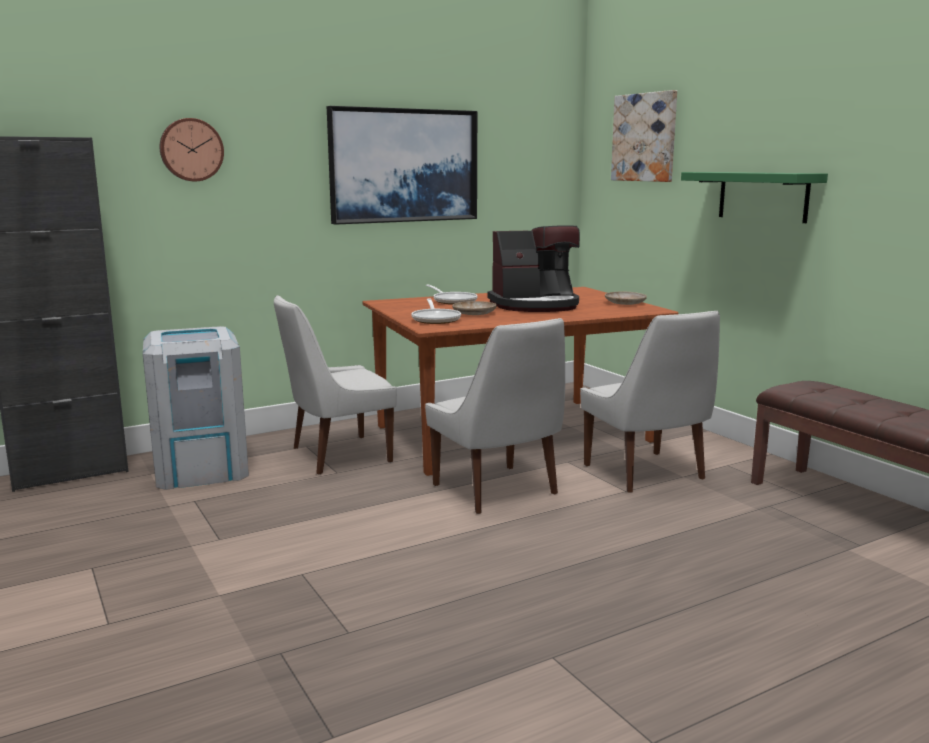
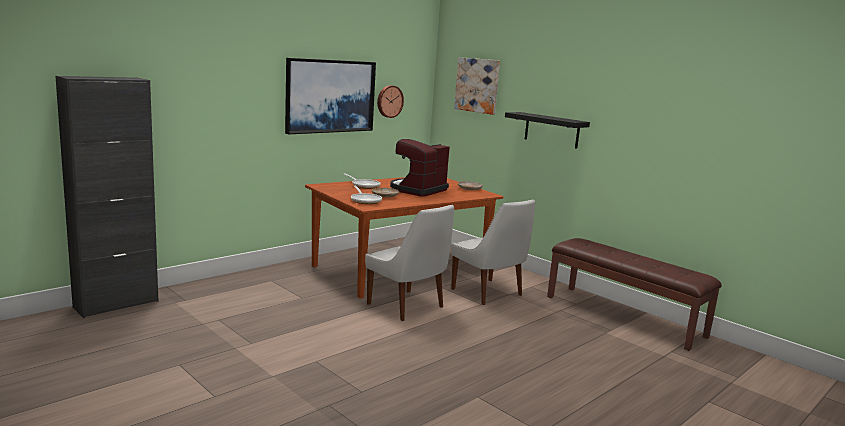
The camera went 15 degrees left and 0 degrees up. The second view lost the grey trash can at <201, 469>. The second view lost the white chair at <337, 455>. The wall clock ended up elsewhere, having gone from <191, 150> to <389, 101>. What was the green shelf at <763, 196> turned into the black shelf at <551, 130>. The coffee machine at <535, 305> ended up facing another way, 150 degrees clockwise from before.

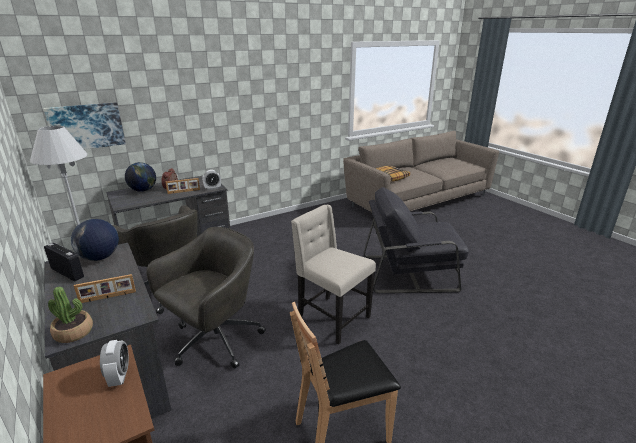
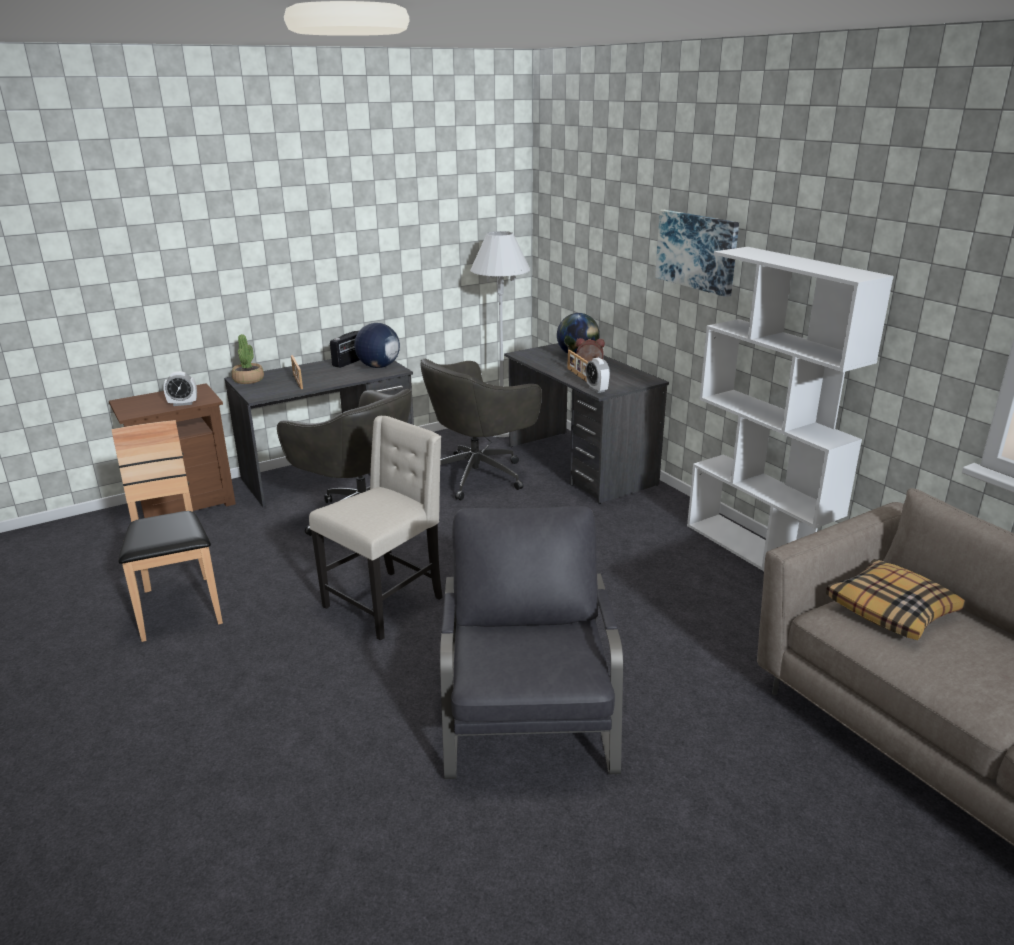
The camera went 90 degrees right and 0 degrees up. The second view gained the white bookcase at <757, 552>. The picture ended up elsewhere, having gone from <86, 126> to <697, 251>.

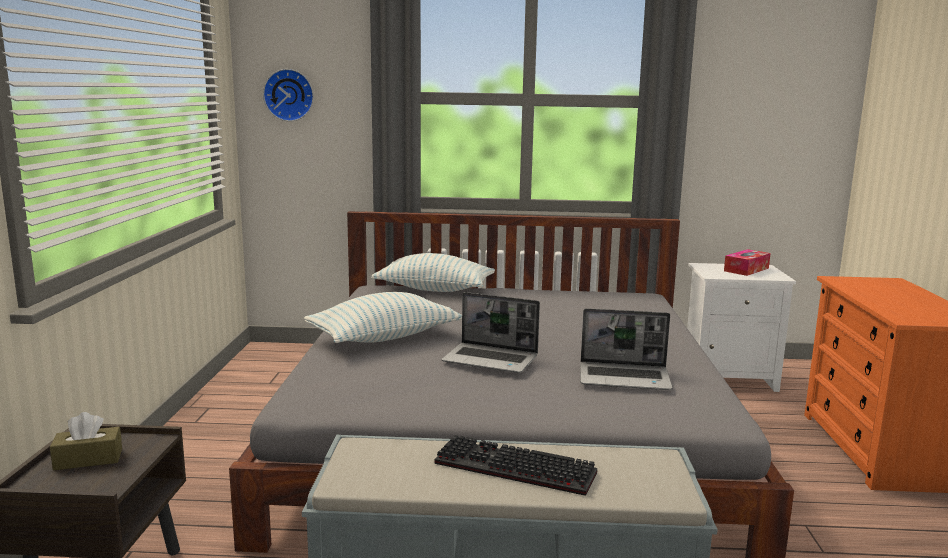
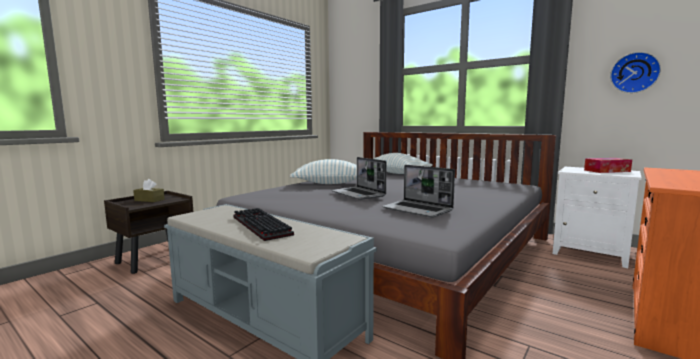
The camera went 35 degrees right and 5 degrees down. The wall clock ended up elsewhere, having gone from <289, 95> to <634, 73>.

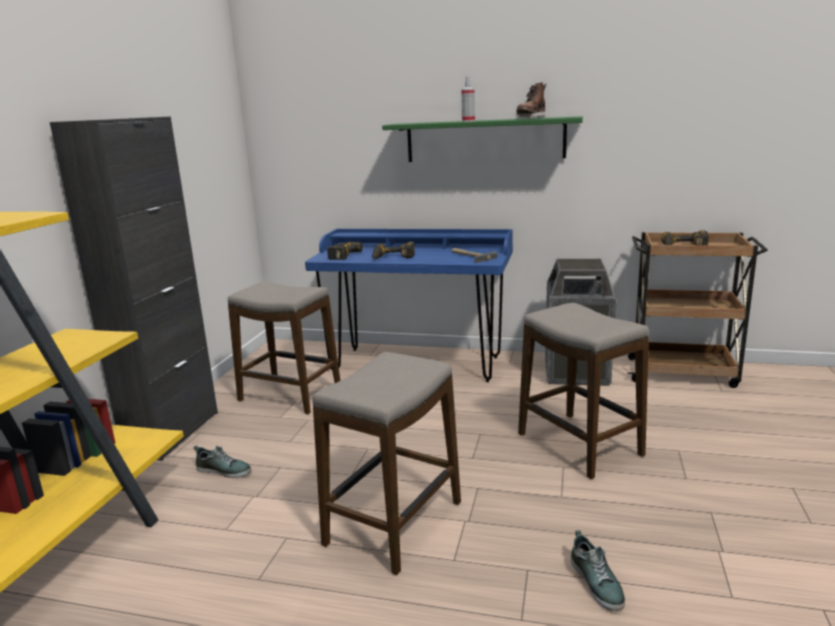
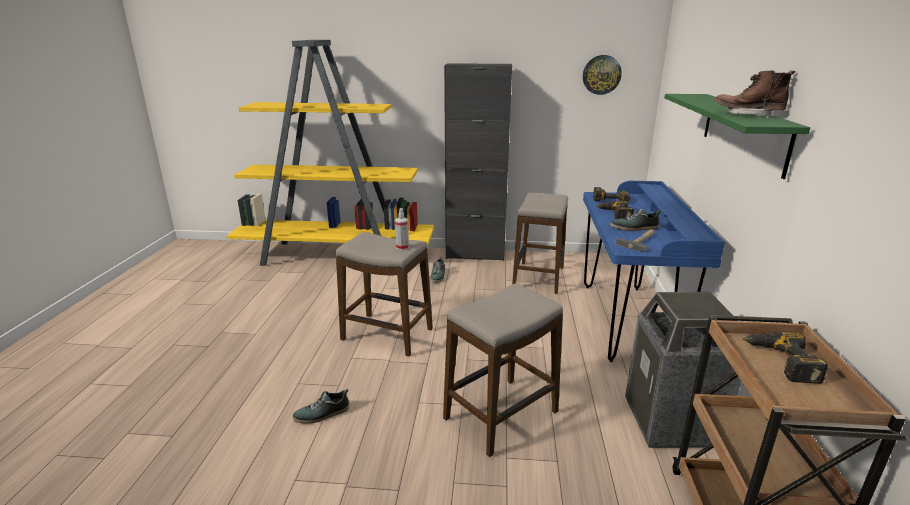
The camera went 80 degrees right and 5 degrees up. The second view gained the wall clock at <601, 75>. The second view gained the shoe at <634, 228>. The spray bottle ended up elsewhere, having gone from <468, 121> to <402, 247>.

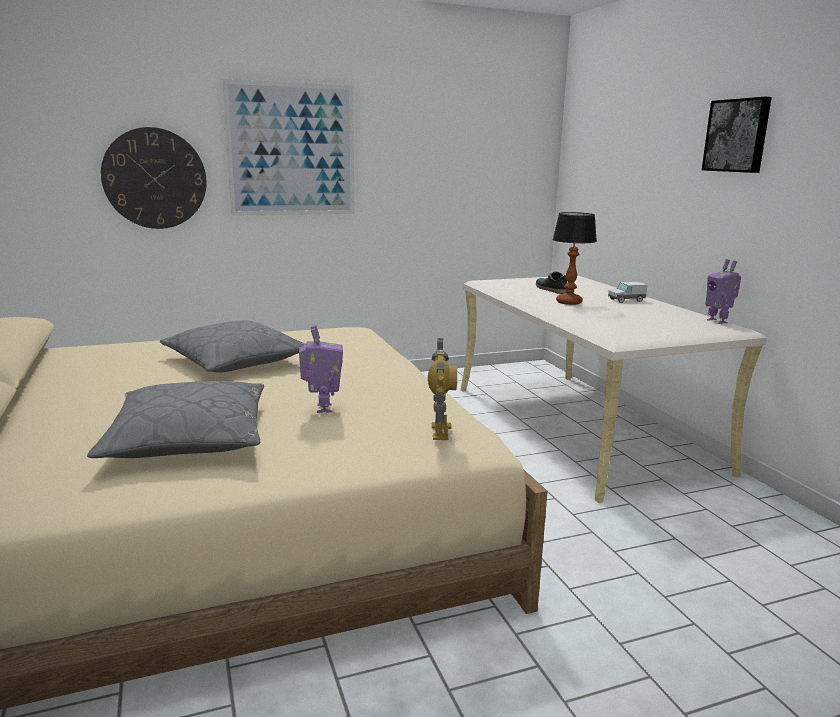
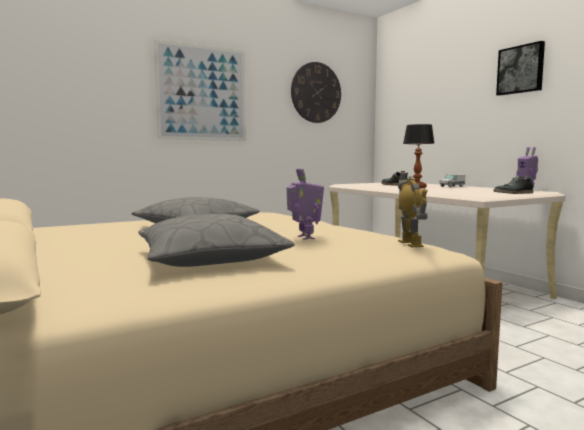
The camera went 10 degrees left and 10 degrees down. The second view gained the shoe at <514, 193>. The wall clock ended up elsewhere, having gone from <155, 178> to <316, 92>.

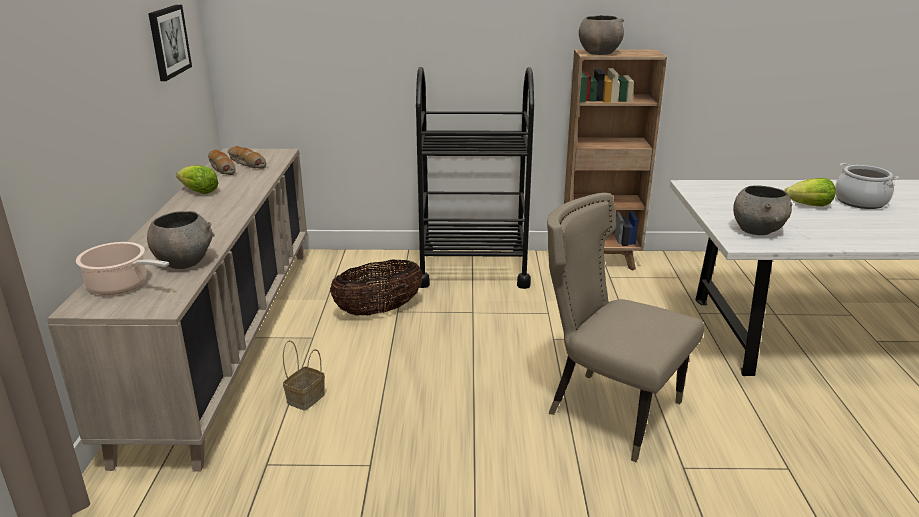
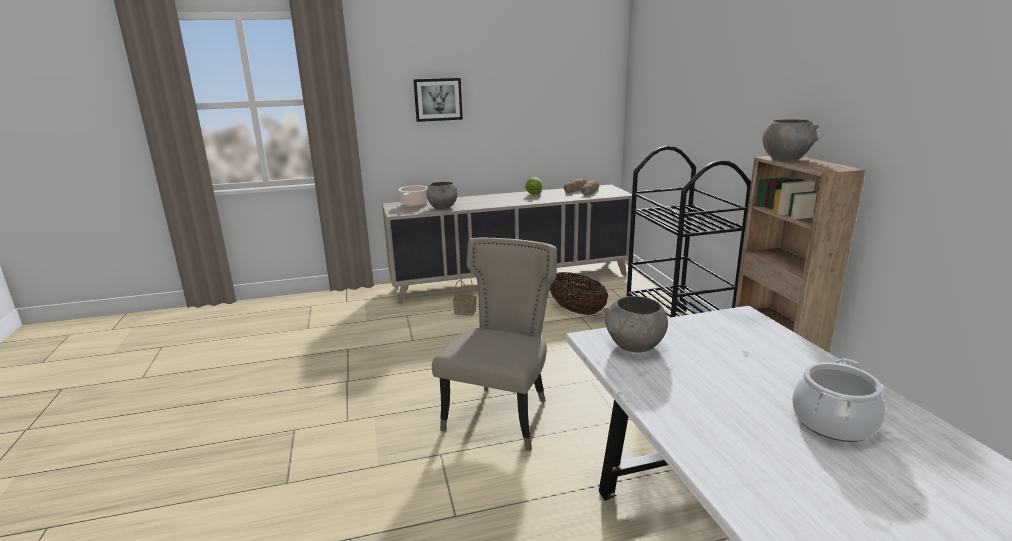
The camera went 75 degrees right and 5 degrees down. The second view lost the lettuce at <809, 206>. The picture ended up elsewhere, having gone from <168, 41> to <438, 99>.

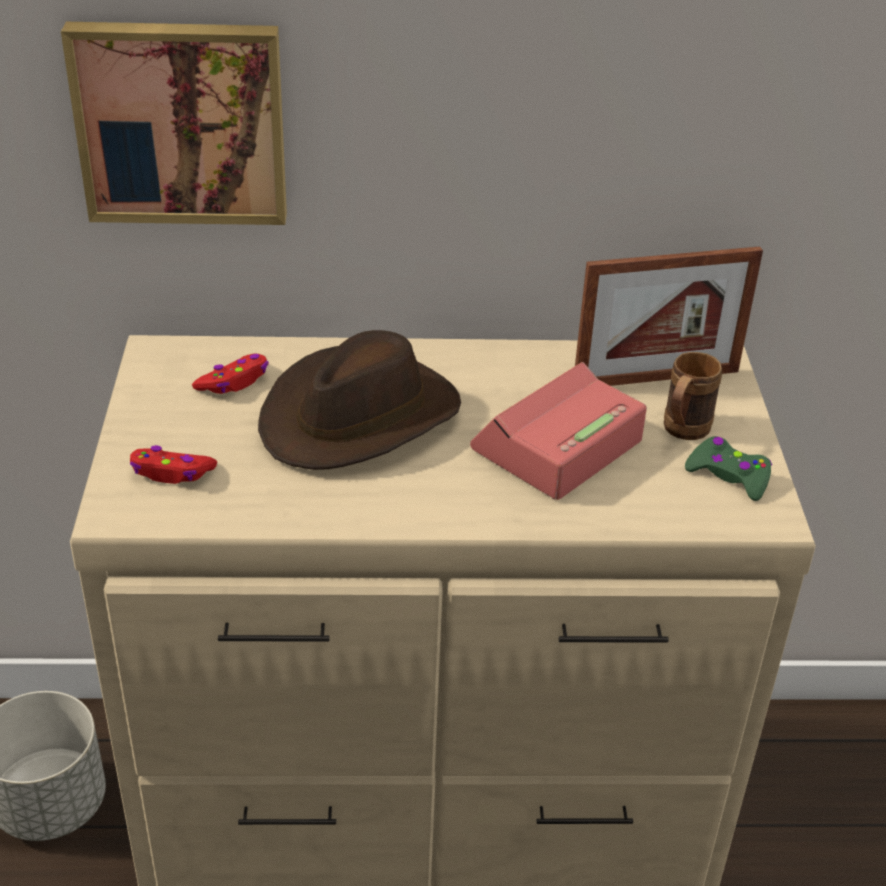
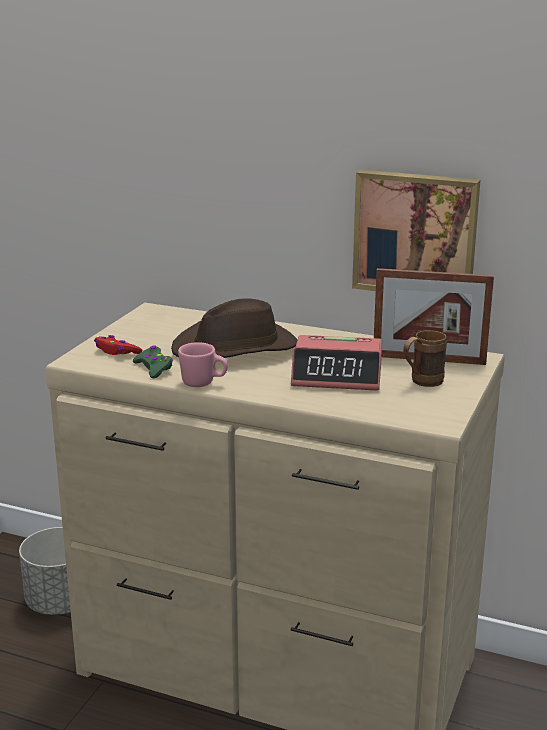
The camera went 25 degrees right and 15 degrees down. The second view lost the red game controller at <234, 382>. The second view gained the pink mug at <203, 383>. The picture ended up elsewhere, having gone from <181, 122> to <415, 234>. The green game controller ended up elsewhere, having gone from <729, 476> to <154, 368>. The alarm clock at <556, 446> ended up facing another way, 150 degrees counterclockwise from before.

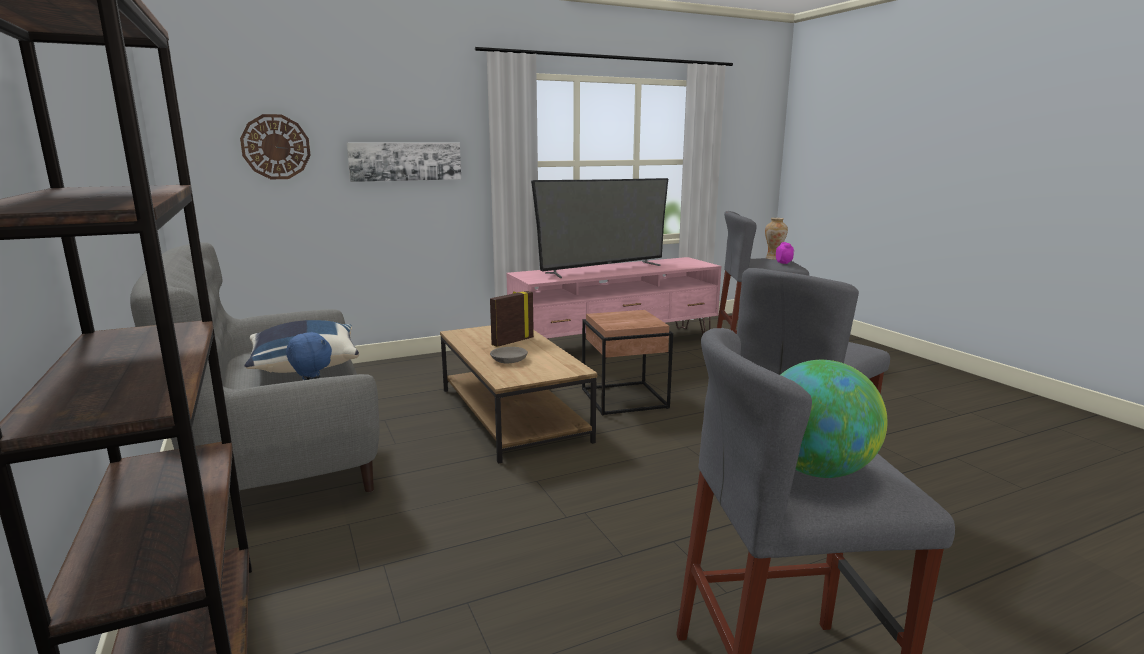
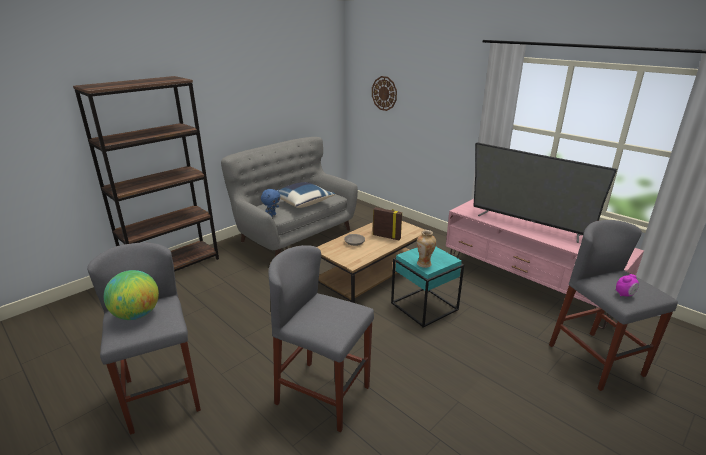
The camera went 70 degrees right and 10 degrees up. The second view lost the picture at <405, 161>. The vase ended up elsewhere, having gone from <773, 258> to <424, 264>. What was the brown side table at <624, 398> turned into the turquoise side table at <425, 307>.

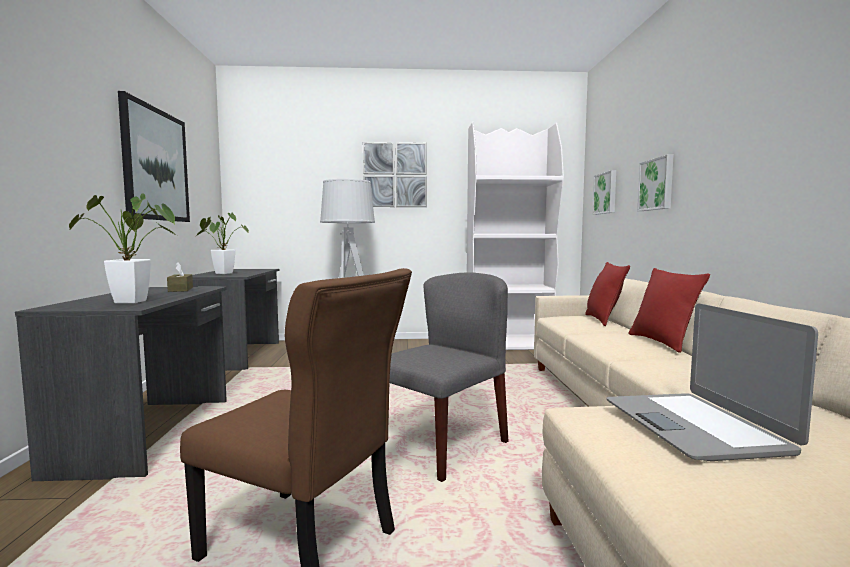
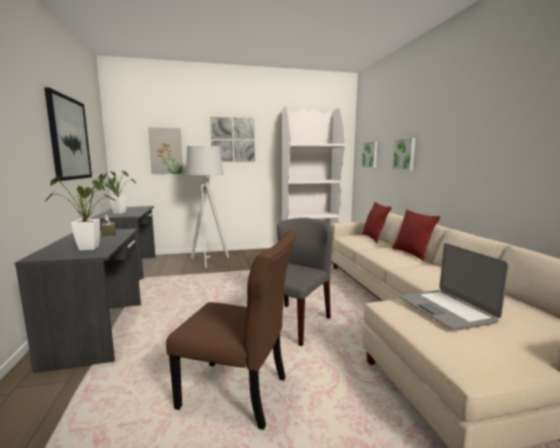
The camera went 10 degrees left and 5 degrees up. The second view gained the picture at <166, 151>.

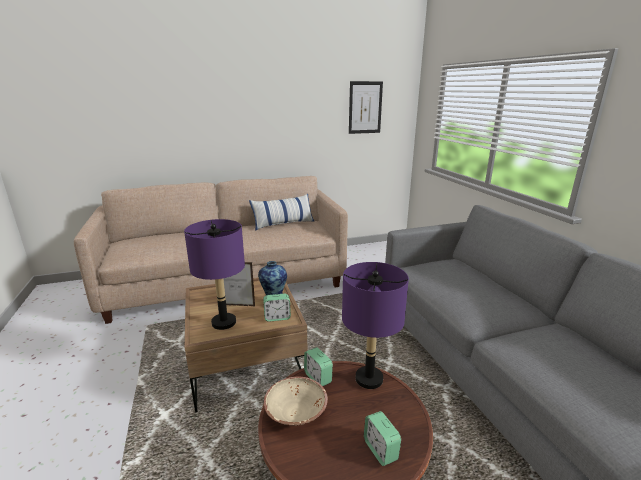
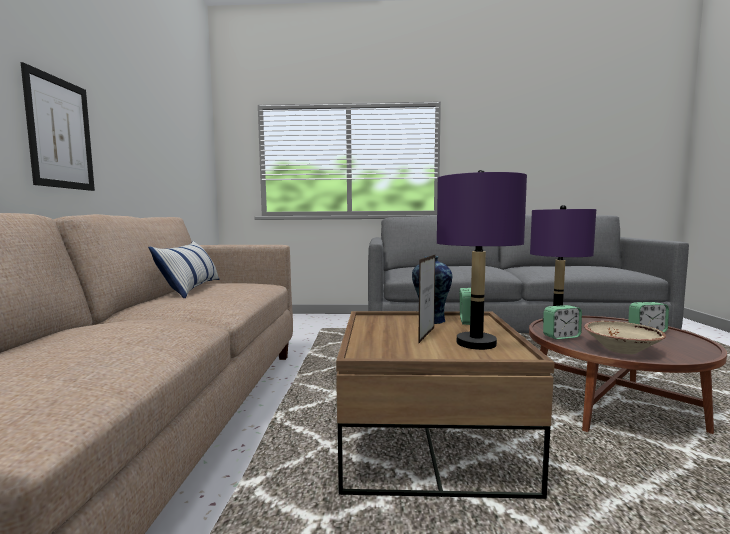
The camera went 70 degrees left and 15 degrees down. The picture ended up elsewhere, having gone from <365, 107> to <60, 133>.

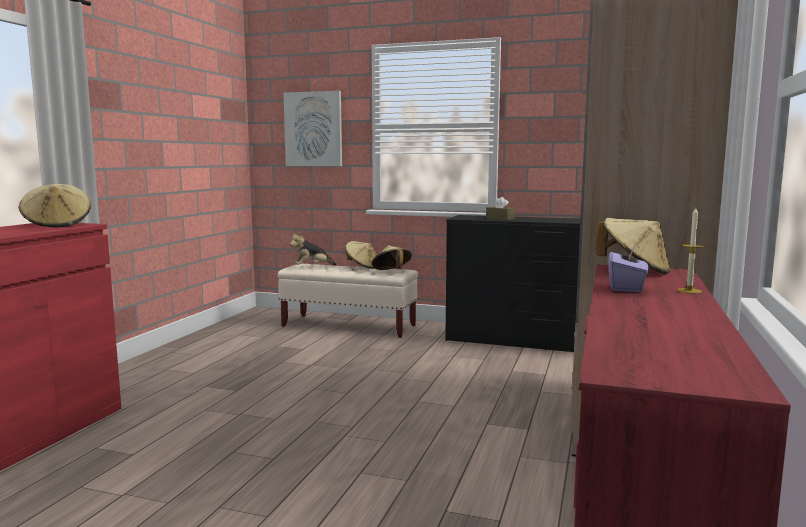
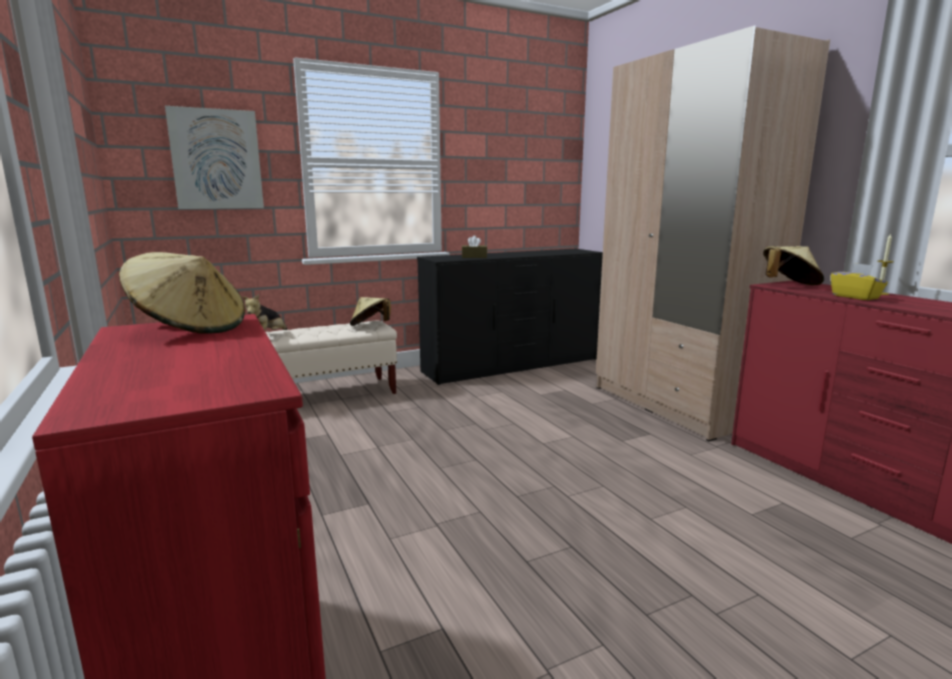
The camera went 45 degrees left and 5 degrees up. The second view lost the beige hat at <362, 267>. What was the purple tissue box at <626, 287> turned into the yellow tissue box at <855, 297>.

